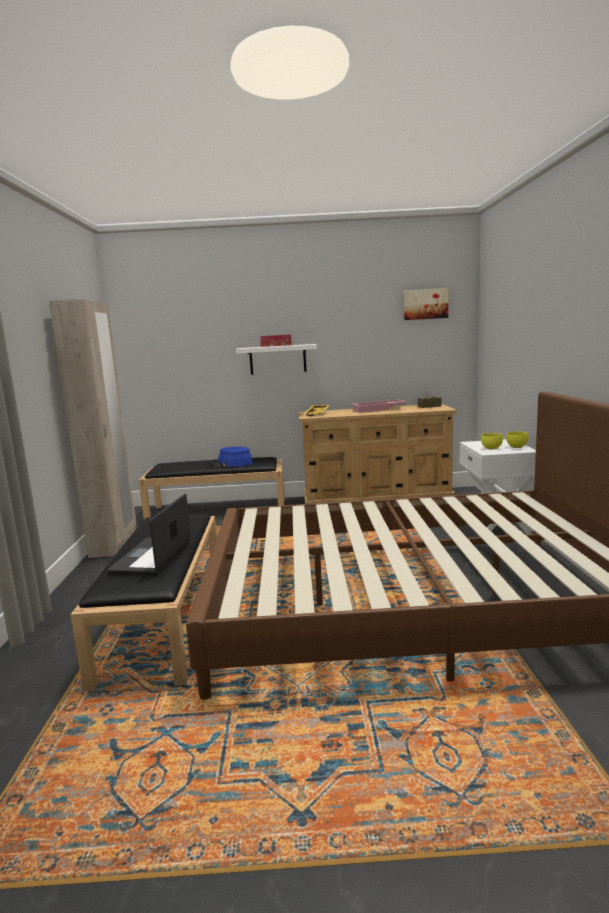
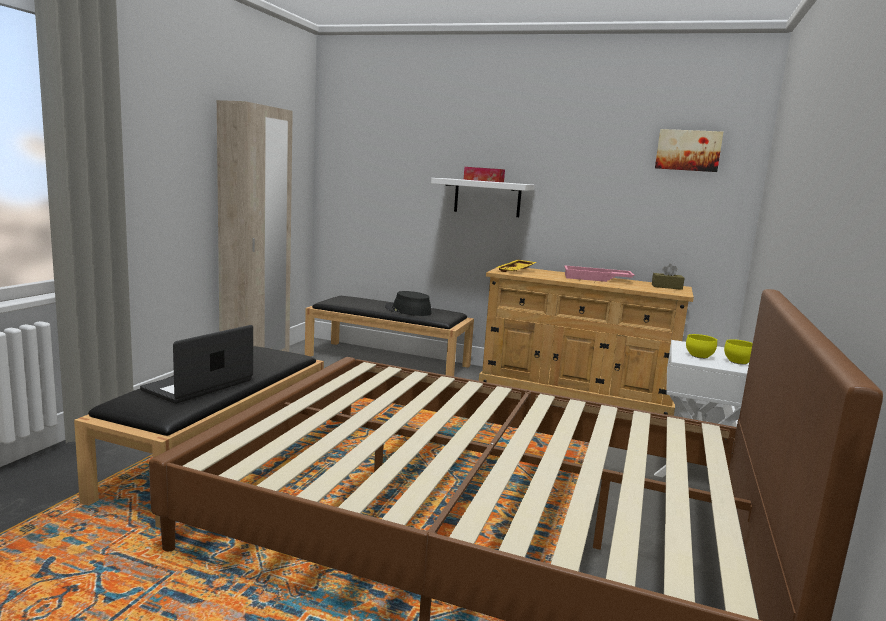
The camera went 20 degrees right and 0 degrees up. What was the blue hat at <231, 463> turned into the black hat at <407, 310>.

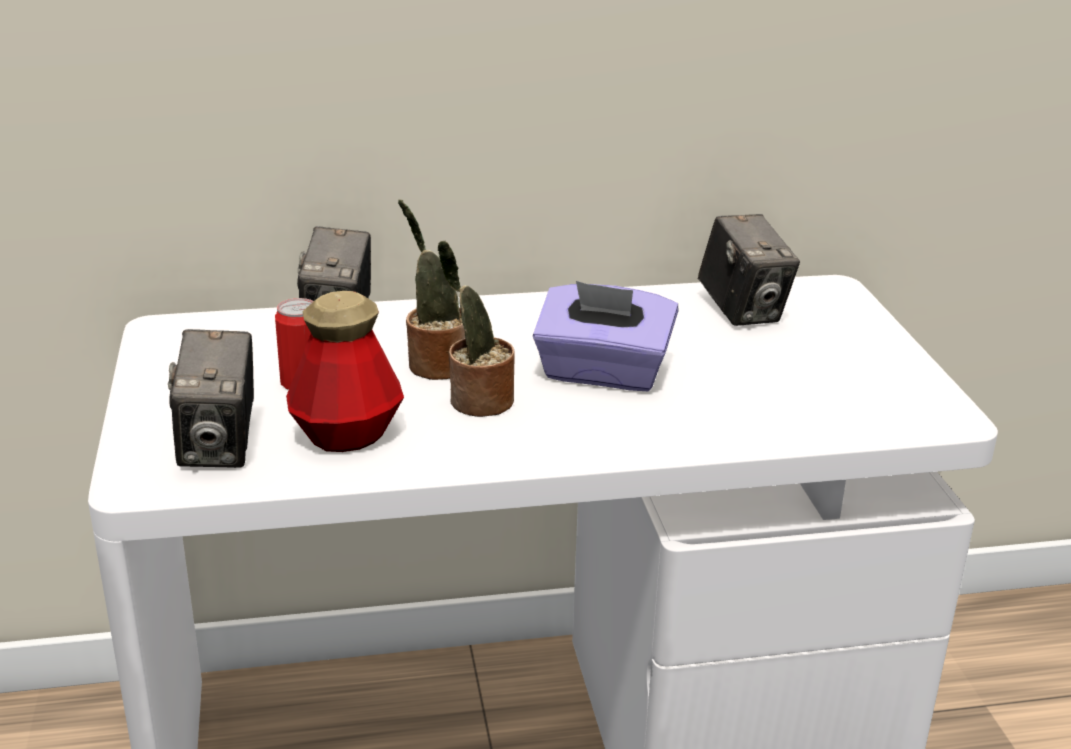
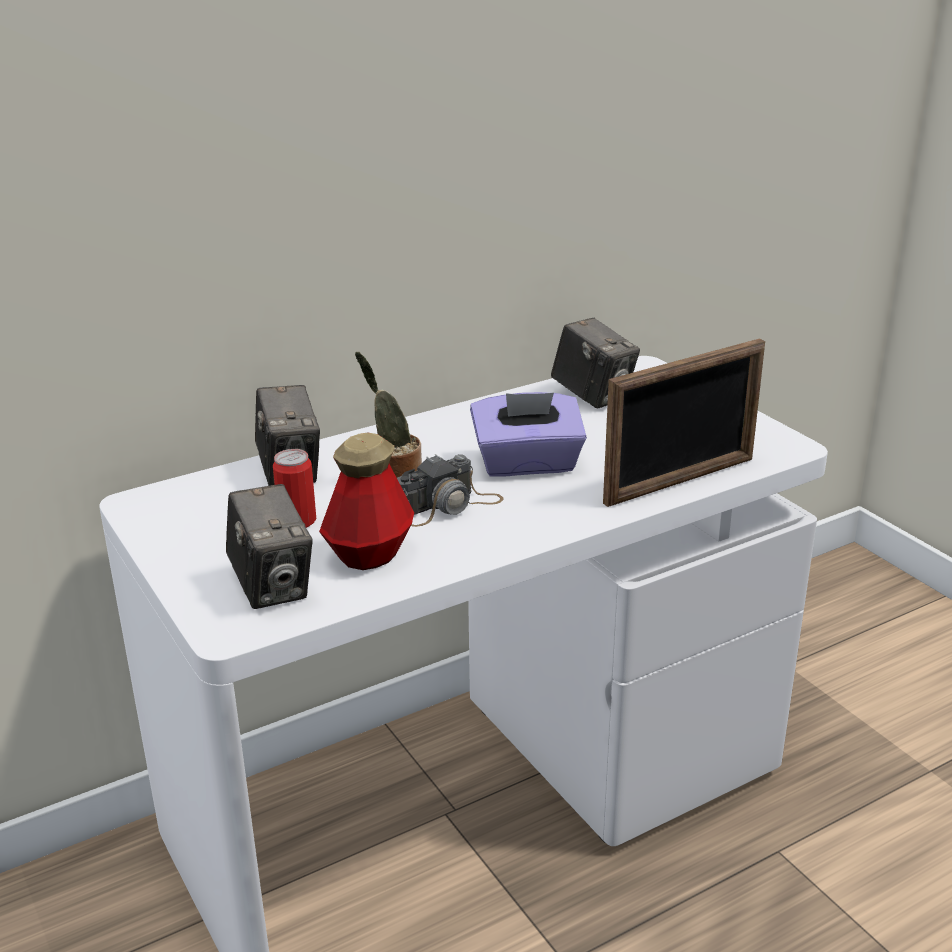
The camera went 20 degrees left and 0 degrees up. The second view gained the picture frame at <680, 481>. Where the potted plant stood at <477, 401>, the photo camera came to stand at <449, 506>.

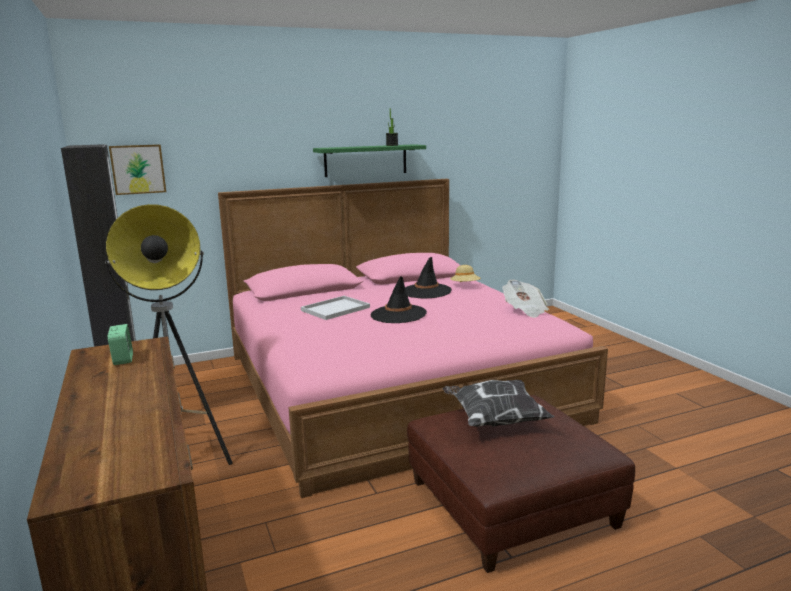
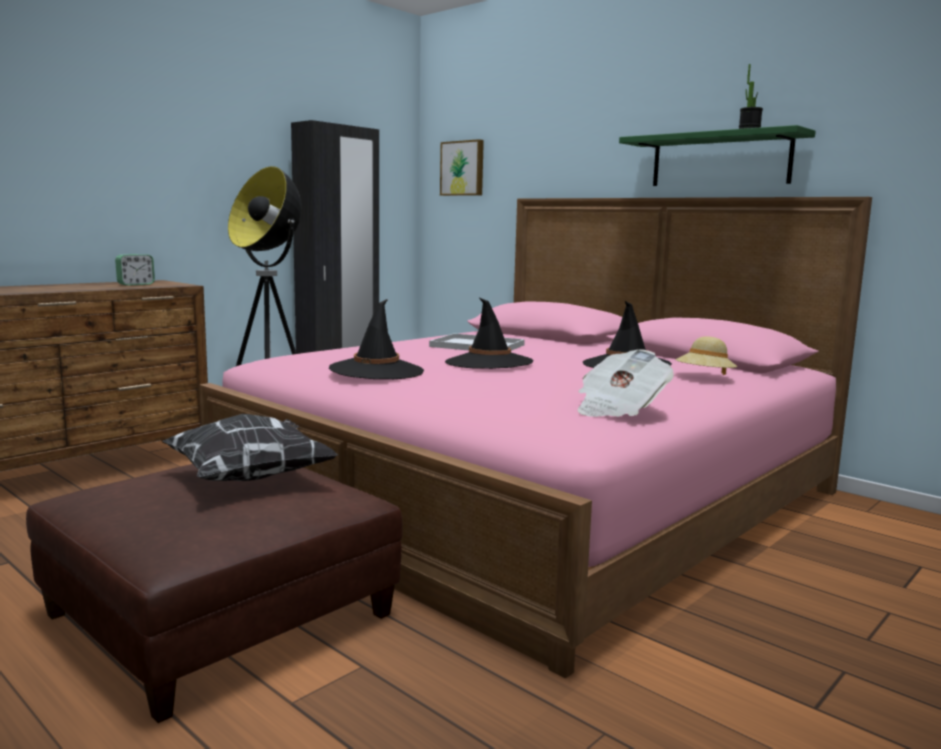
The camera went 65 degrees right and 5 degrees down. The second view gained the black hat at <377, 371>.

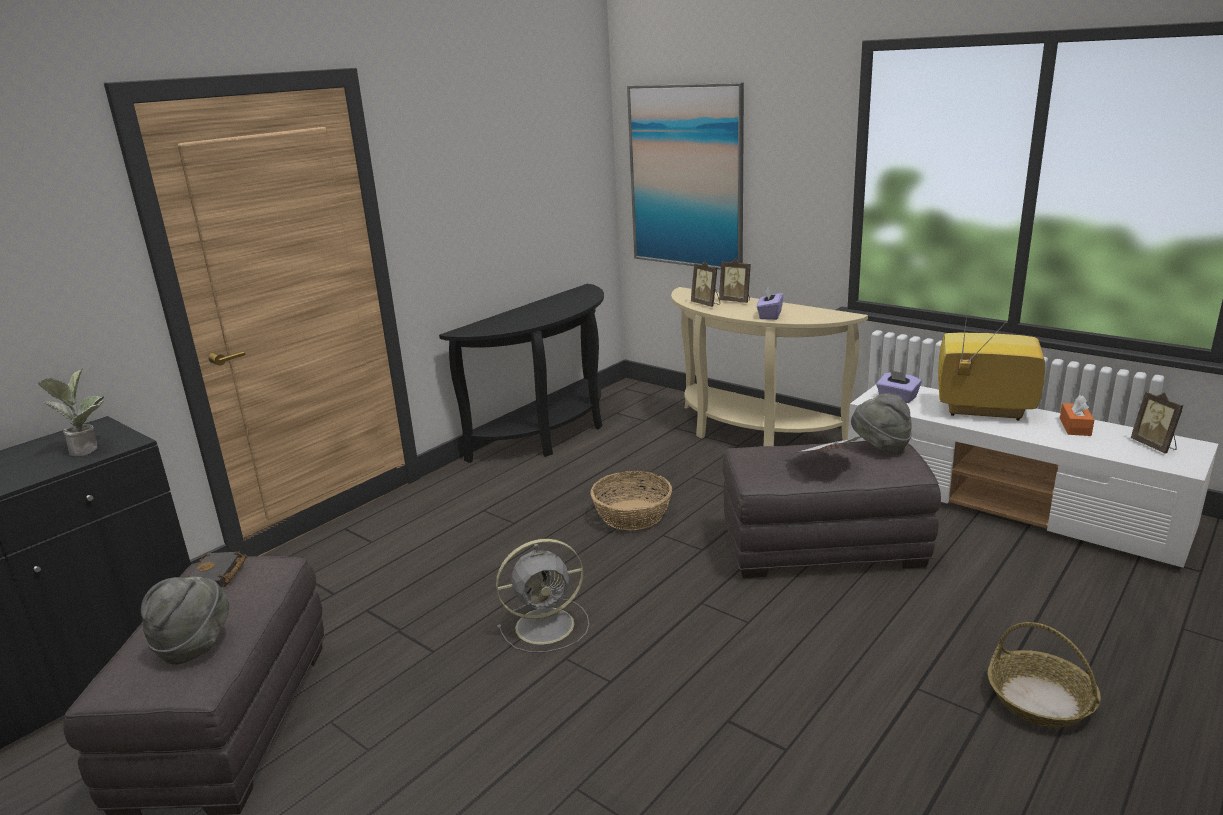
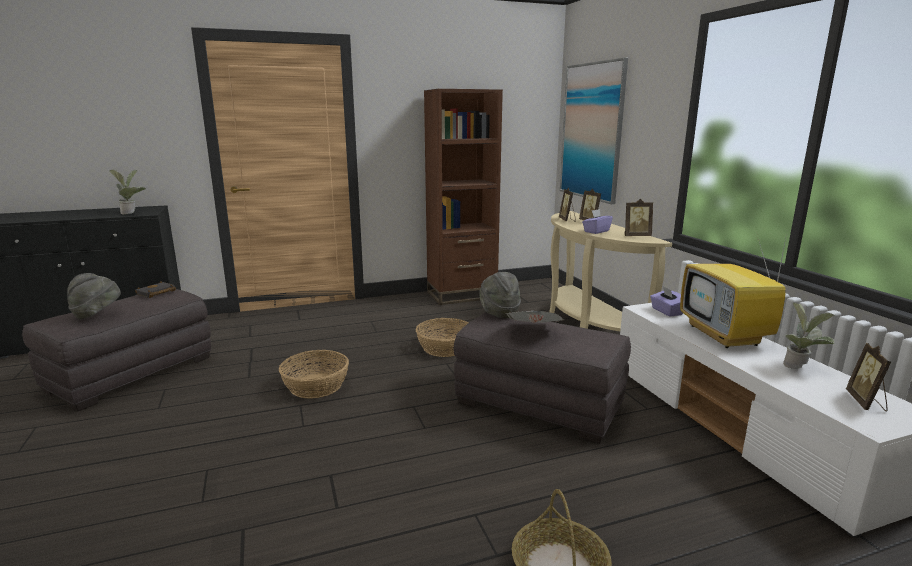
The camera went 30 degrees right and 5 degrees down. The second view gained the picture frame at <636, 236>. The grey hat ended up elsewhere, having gone from <880, 447> to <499, 313>. Where the black console table stood at <550, 433>, the brown bookcase came to stand at <462, 295>. Where the grey fan stood at <547, 625>, the basket came to stand at <316, 386>. Where the orange tissue box stood at <1075, 427>, the potted plant came to stand at <800, 367>. The television at <981, 411> ended up facing another way, 150 degrees counterclockwise from before.

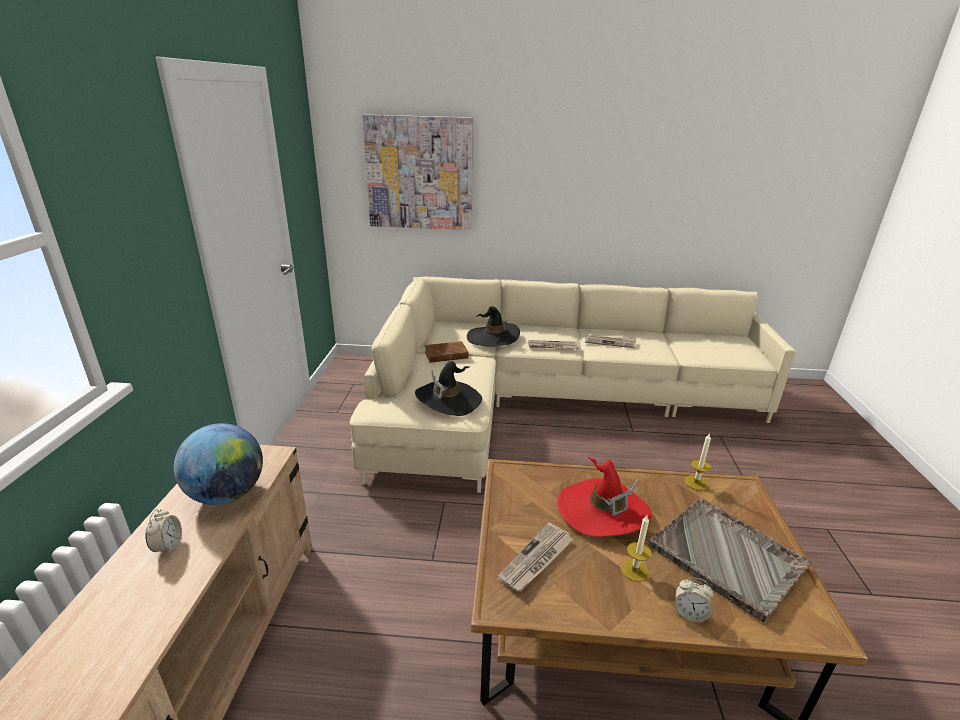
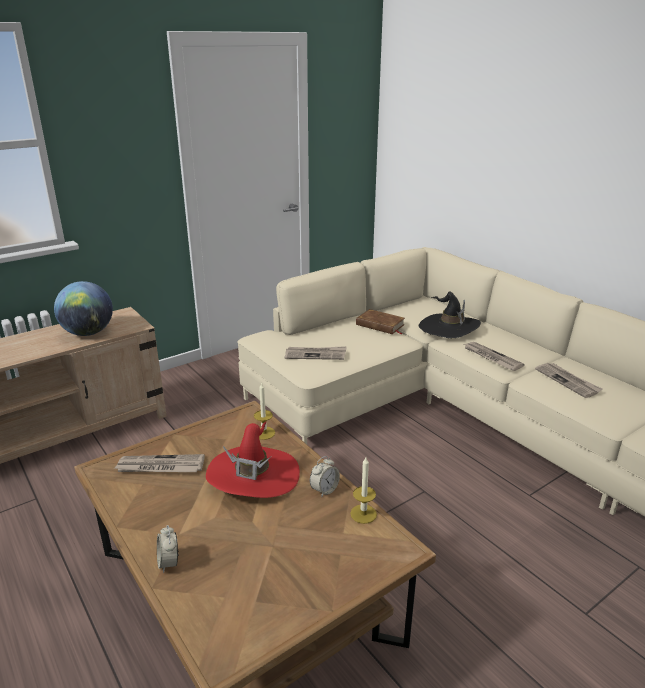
The camera went 50 degrees right and 0 degrees up. The second view lost the picture at <419, 173>. The second view lost the grey tray at <728, 557>. The alarm clock ended up elsewhere, having gone from <168, 546> to <324, 490>. The candle ended up elsewhere, having gone from <634, 570> to <264, 433>. Where the black hat stood at <448, 400>, the newspaper came to stand at <315, 354>.

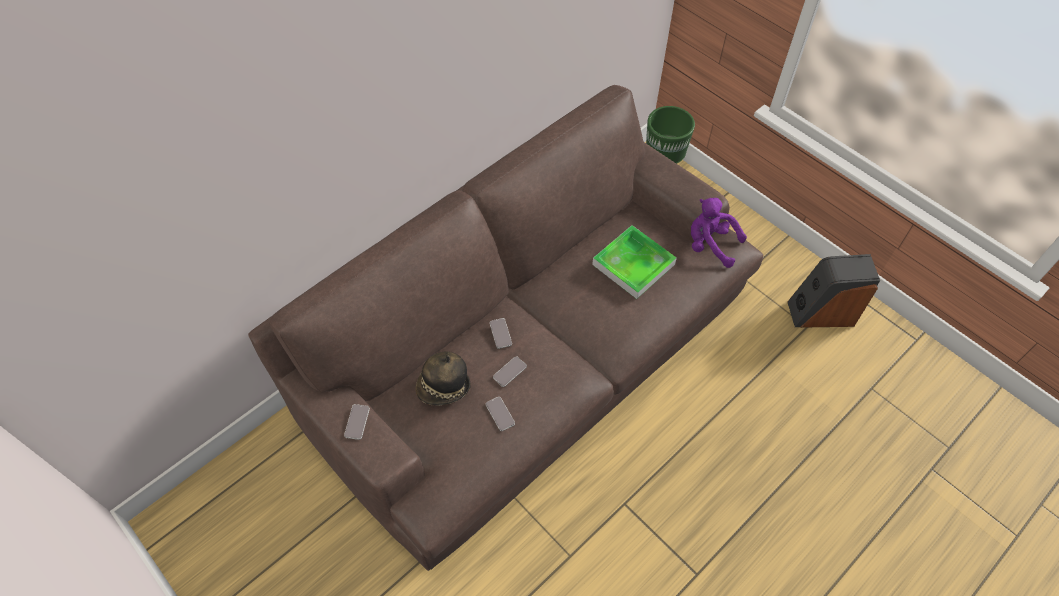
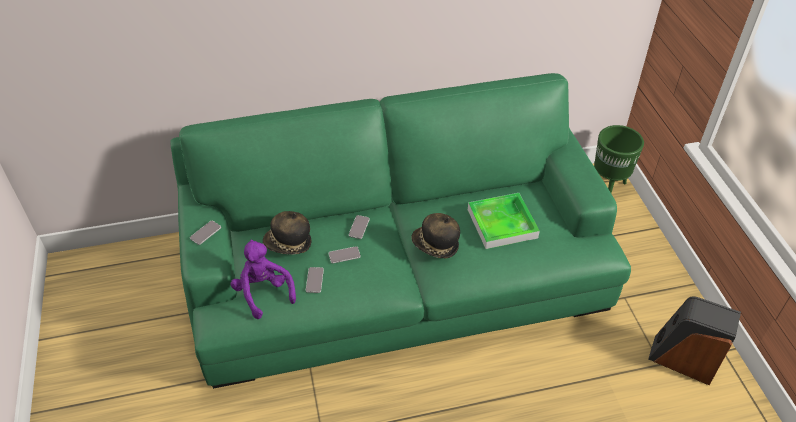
The camera went 30 degrees right and 10 degrees down. The second view gained the hat at <435, 245>. The purple plush toy ended up elsewhere, having gone from <710, 245> to <263, 292>. What was the brown sofa at <528, 352> turned into the green sofa at <398, 272>.

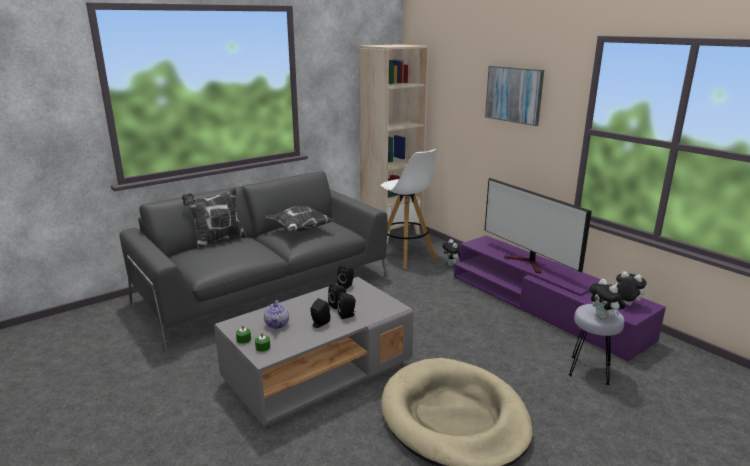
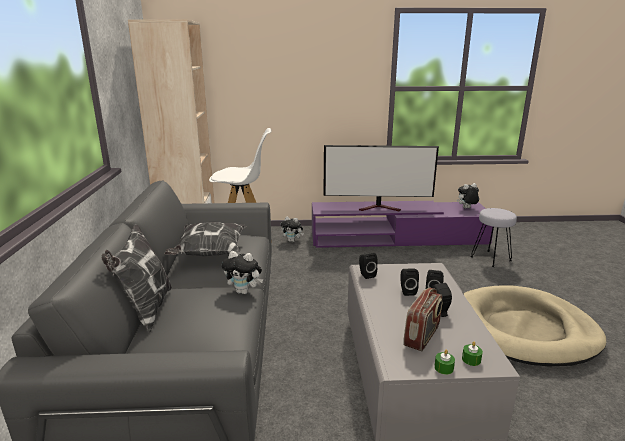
The camera went 55 degrees left and 0 degrees up. The second view lost the picture at <514, 94>. The plush toy ended up elsewhere, having gone from <604, 318> to <244, 292>. Where the teapot stood at <277, 324>, the radio came to stand at <422, 336>.

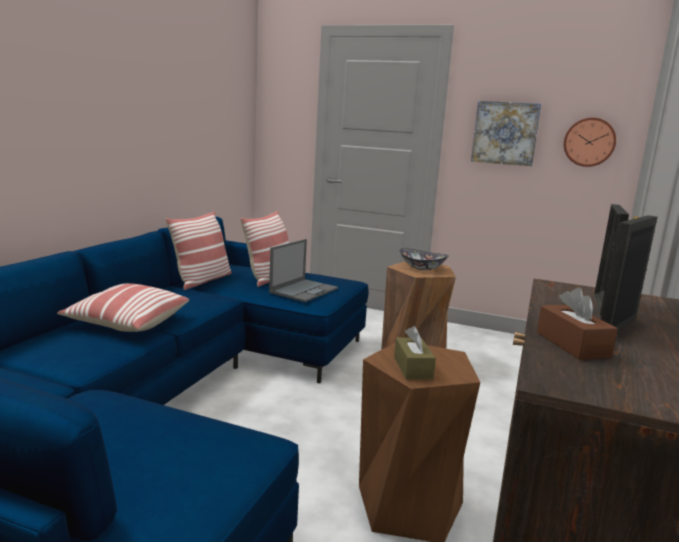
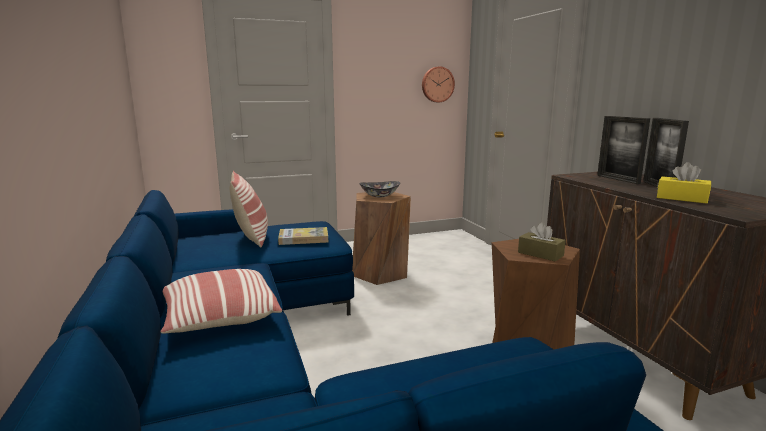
The camera went 40 degrees left and 0 degrees up. The second view lost the pillow at <202, 280>. The second view lost the picture at <505, 133>. Where the laptop stood at <304, 290>, the book came to stand at <303, 238>. What was the brown tissue box at <572, 344> turned into the yellow tissue box at <682, 198>.

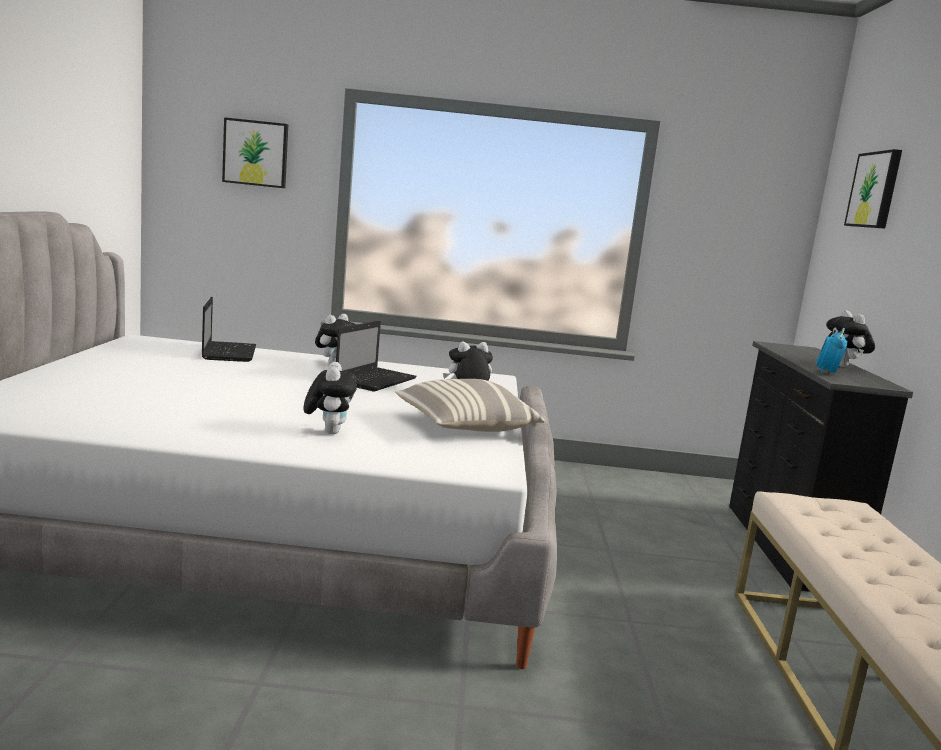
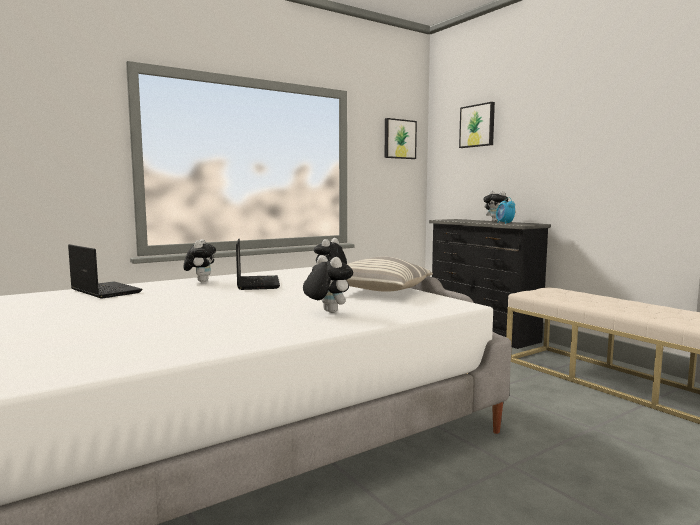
The camera went 35 degrees left and 5 degrees down. The picture ended up elsewhere, having gone from <256, 153> to <399, 139>.

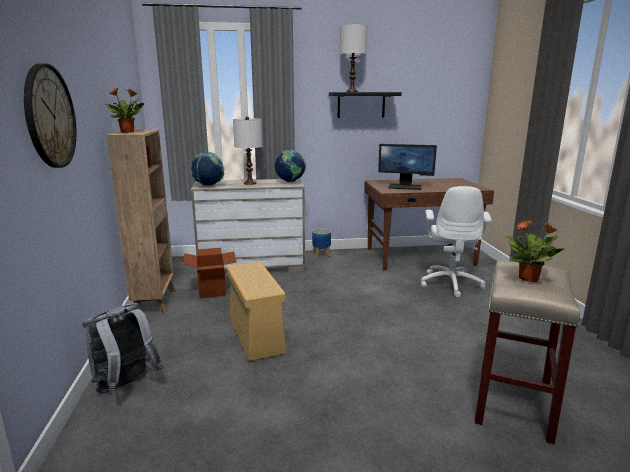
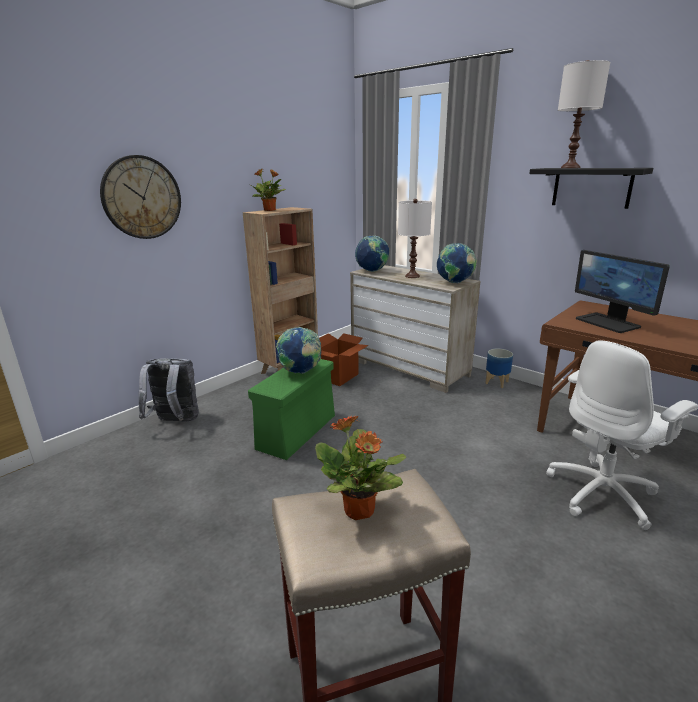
The camera went 50 degrees right and 5 degrees up. The second view gained the globe at <300, 372>. What was the beige storage box at <255, 334> turned into the green storage box at <297, 431>.

